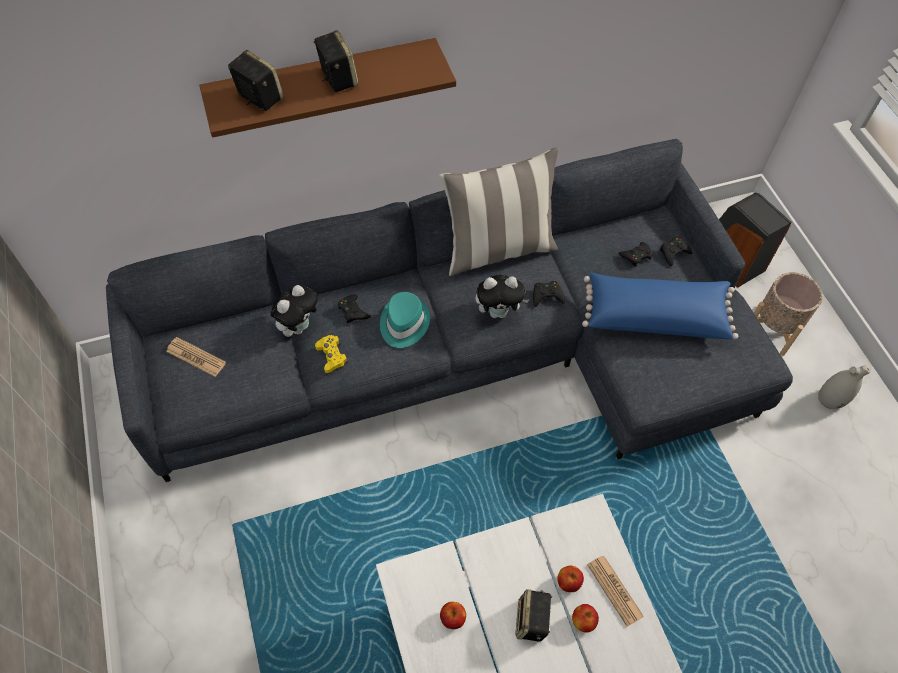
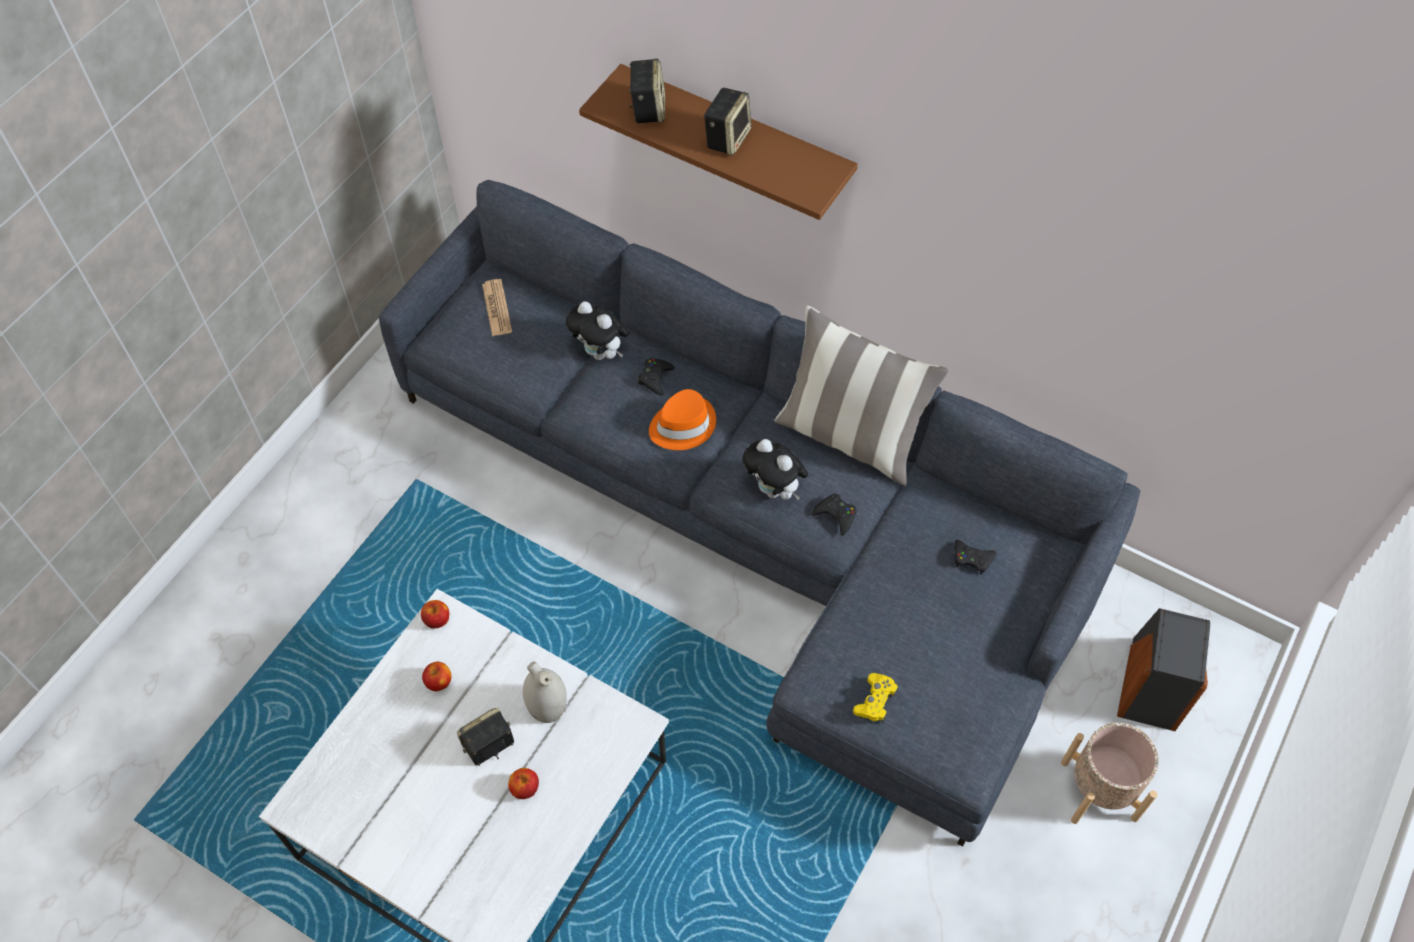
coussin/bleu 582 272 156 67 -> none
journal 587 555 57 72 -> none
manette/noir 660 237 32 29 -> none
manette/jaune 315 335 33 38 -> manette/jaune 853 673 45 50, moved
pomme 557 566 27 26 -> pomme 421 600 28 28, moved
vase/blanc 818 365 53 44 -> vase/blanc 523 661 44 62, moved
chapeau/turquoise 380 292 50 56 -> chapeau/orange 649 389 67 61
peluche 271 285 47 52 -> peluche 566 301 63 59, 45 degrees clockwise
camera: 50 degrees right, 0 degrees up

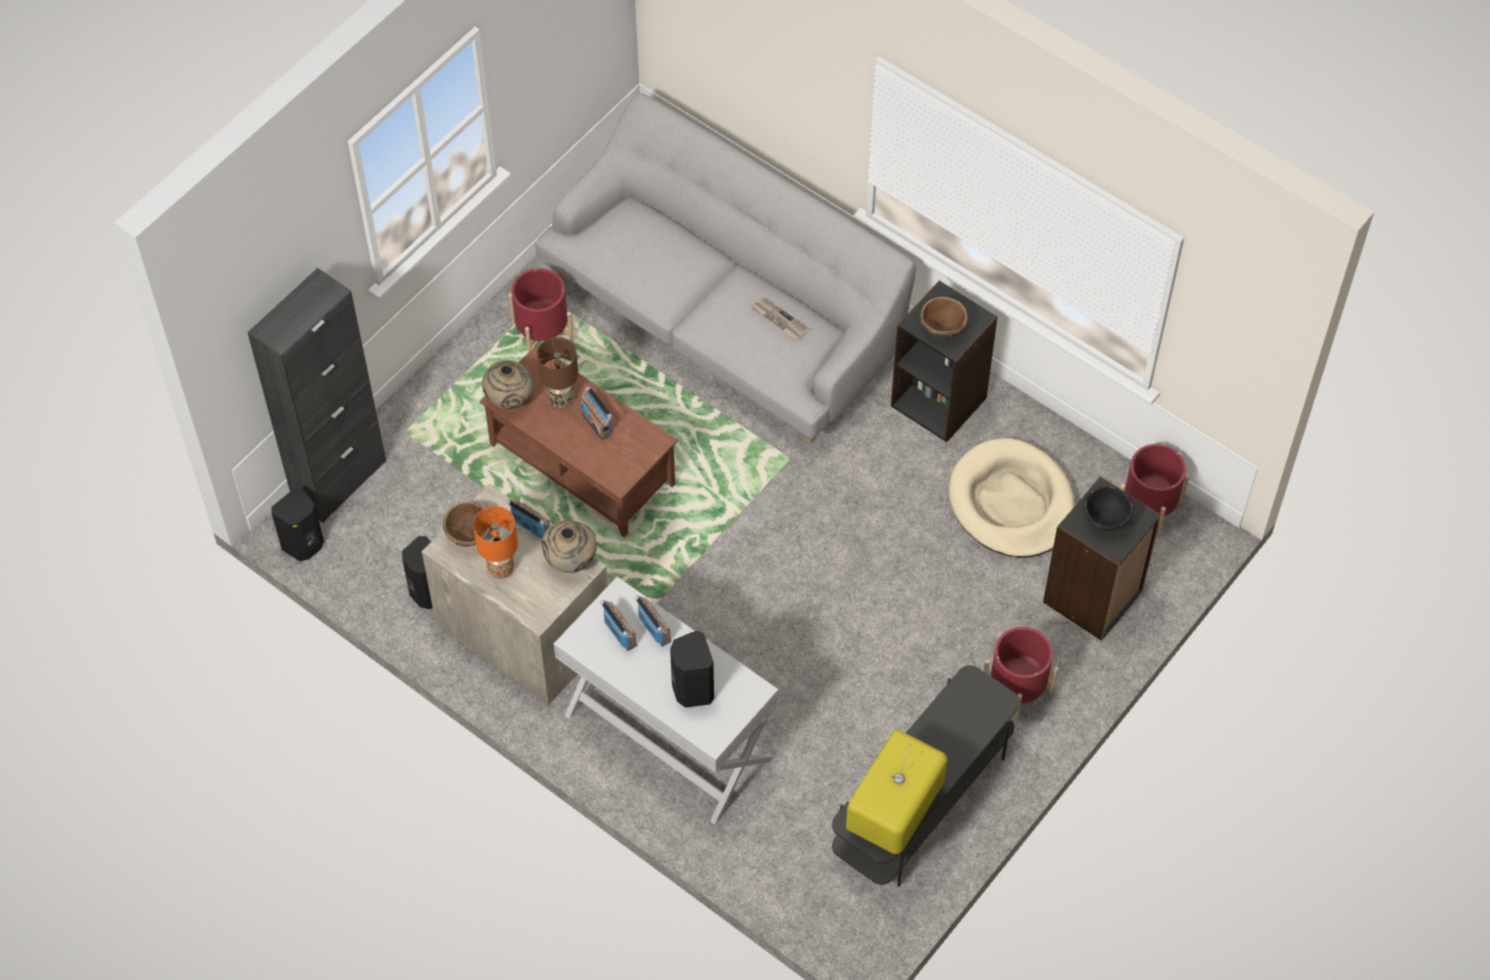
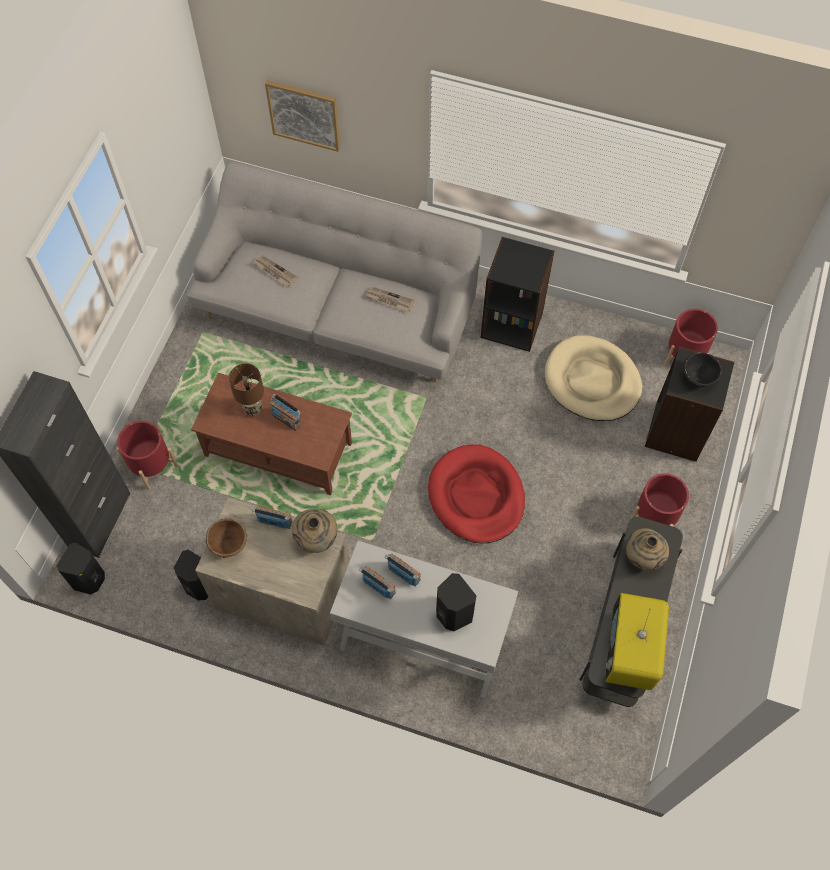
lampe de table/orange 473 506 45 73 -> none
bol/marron 920 297 48 42 -> none
none -> journal 252 256 46 31
none -> tableau 265 80 75 72
none -> panier pour chien/rouge 428 444 97 99
vase/beige 482 360 51 49 -> vase/beige 626 528 43 43, moved
cache-pot/rouge 508 268 66 85 -> cache-pot/rouge 116 421 62 69, moved
camera: 20 degrees left, 5 degrees up

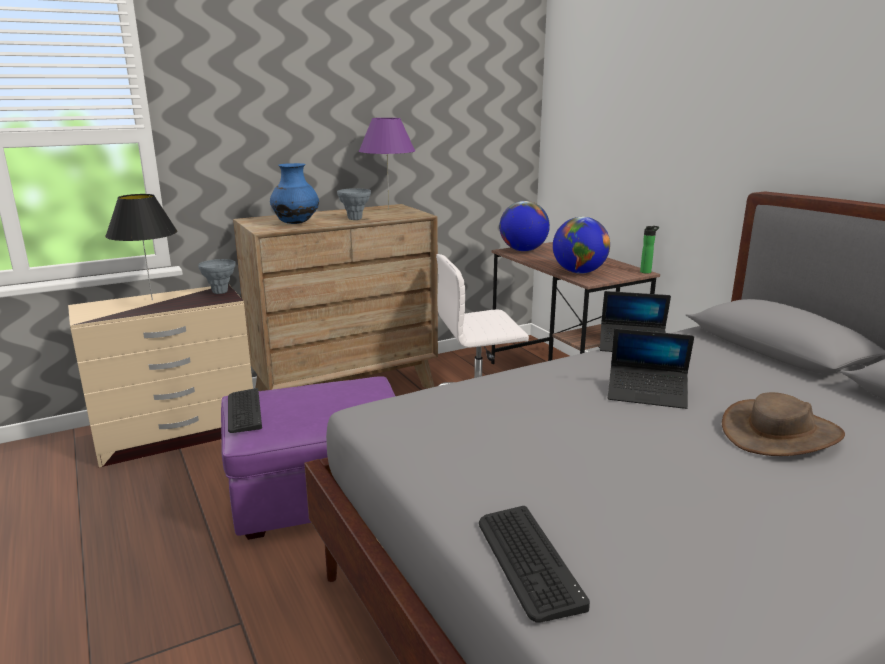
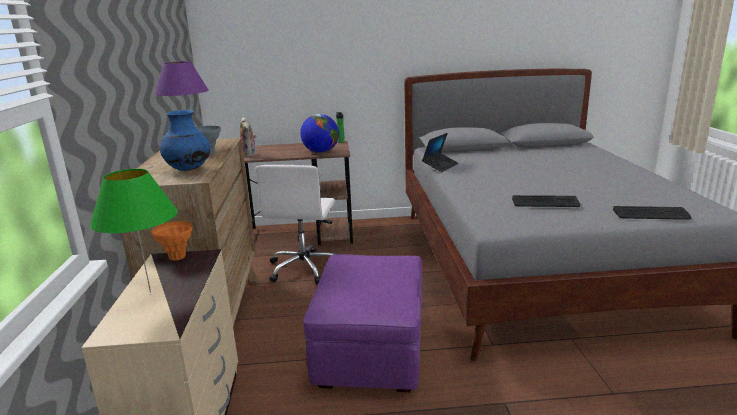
ordinateur portable 608 328 86 81 -> none
chapeau/marron 722 392 123 64 -> none
clavier 228 388 34 45 -> clavier 512 195 68 12, moved
globe 499 201 51 50 -> peluche 240 117 16 40
lampe de table/noir 105 194 73 106 -> lampe de table/vert 90 169 88 123
vase/gris 198 259 38 35 -> vase/orange 152 221 41 40
camera: 65 degrees left, 0 degrees up

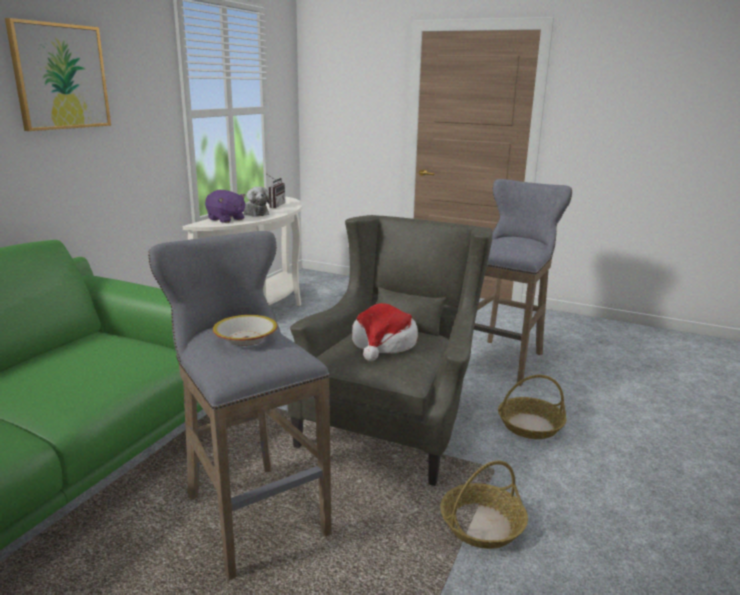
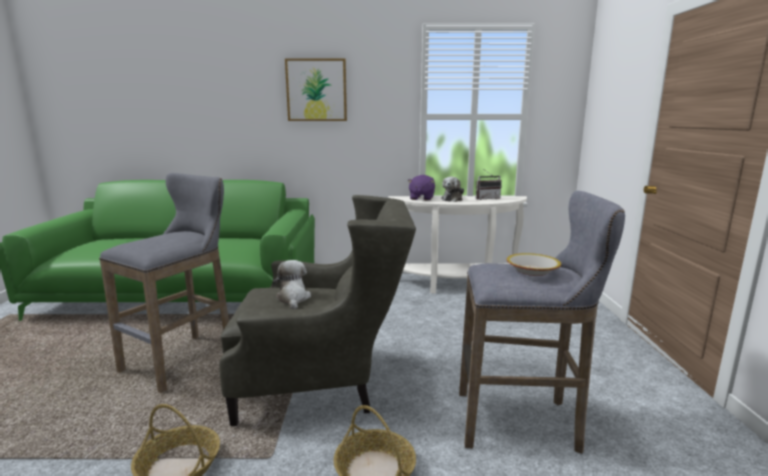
bol 213 315 64 31 -> bol 507 253 54 23, moved
chapeau 352 303 66 58 -> peluche 273 260 38 49
camera: 65 degrees right, 5 degrees down

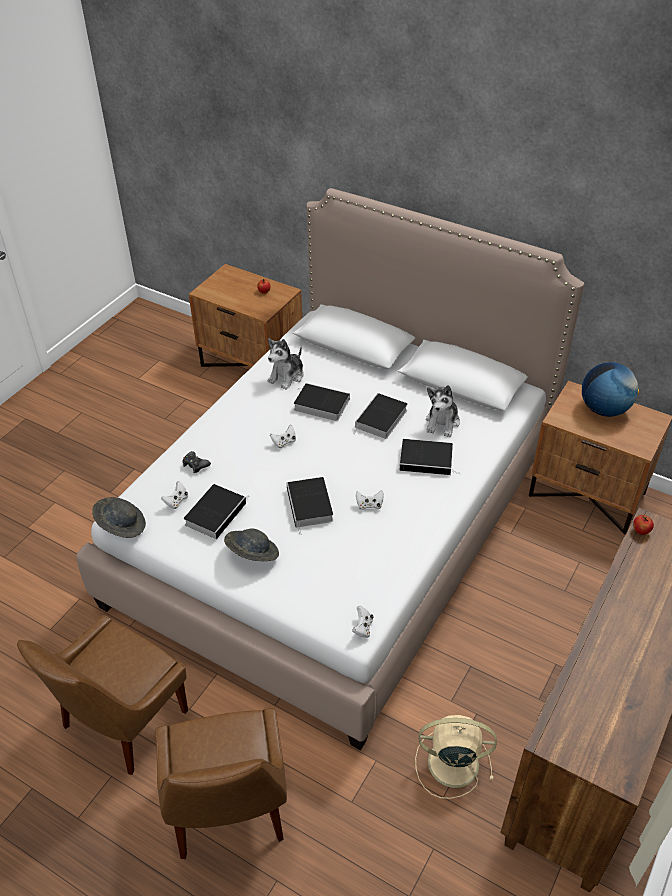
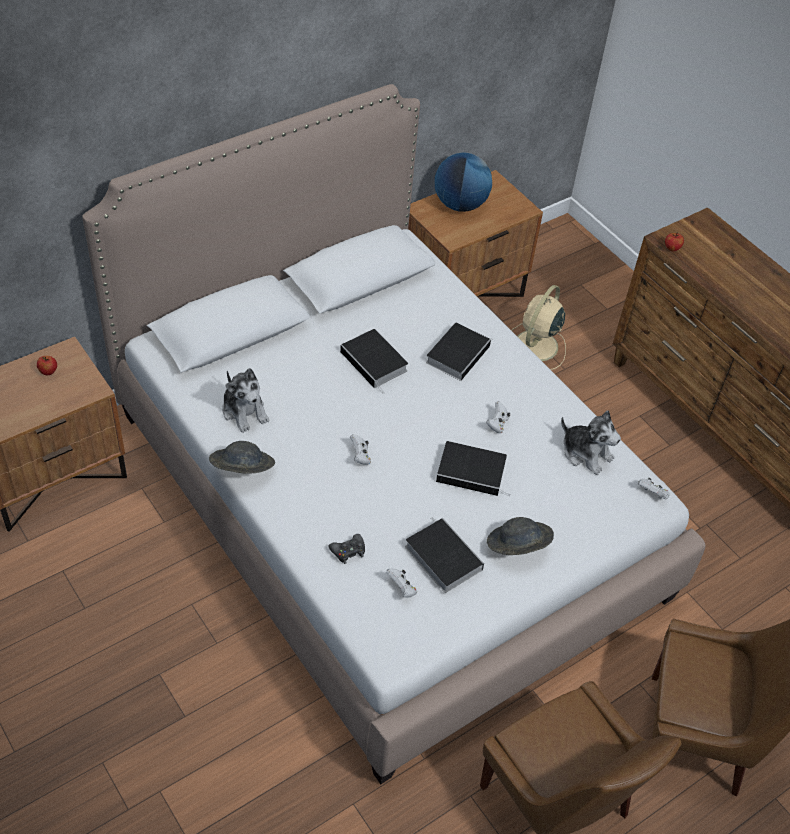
livre 294 383 56 38 -> none
chapeau/gris 92 497 54 41 -> chapeau/gris 209 441 66 33, moved
ventilateur/beige 415 715 82 84 -> ventilateur/beige 511 285 55 85, moved
peluche 426 385 34 52 -> peluche 561 411 60 64, moved
camera: 70 degrees left, 5 degrees up

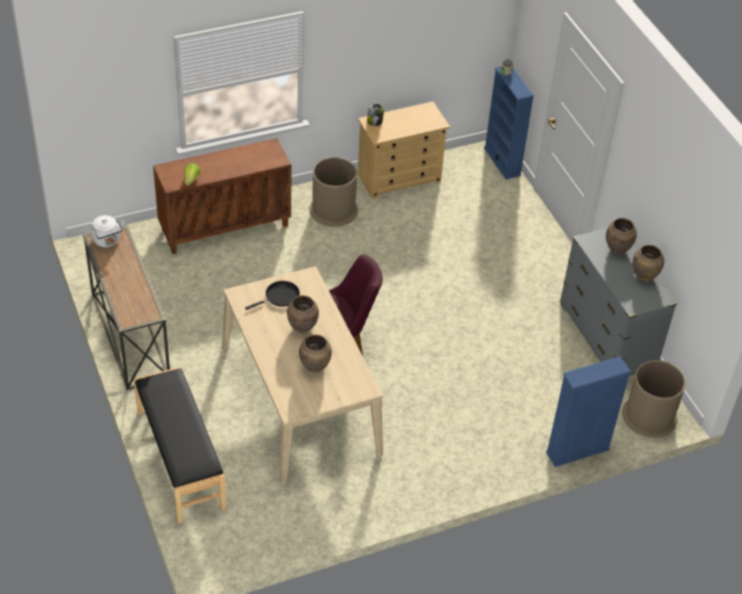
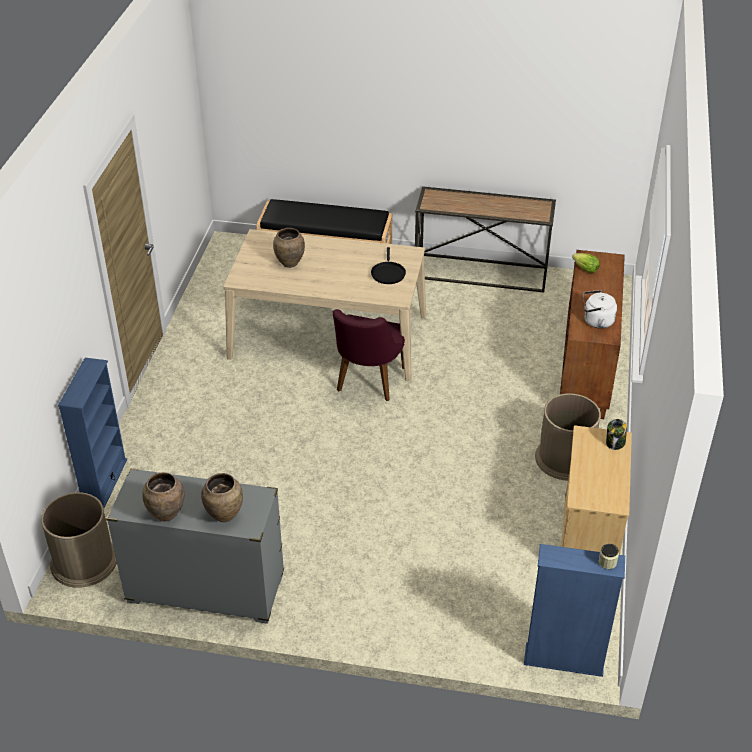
vase/marron 287 295 32 38 -> none
bouilloire/blanc 91 215 33 32 -> bouilloire/blanc 583 290 34 39, moved
camera: 125 degrees right, 5 degrees down

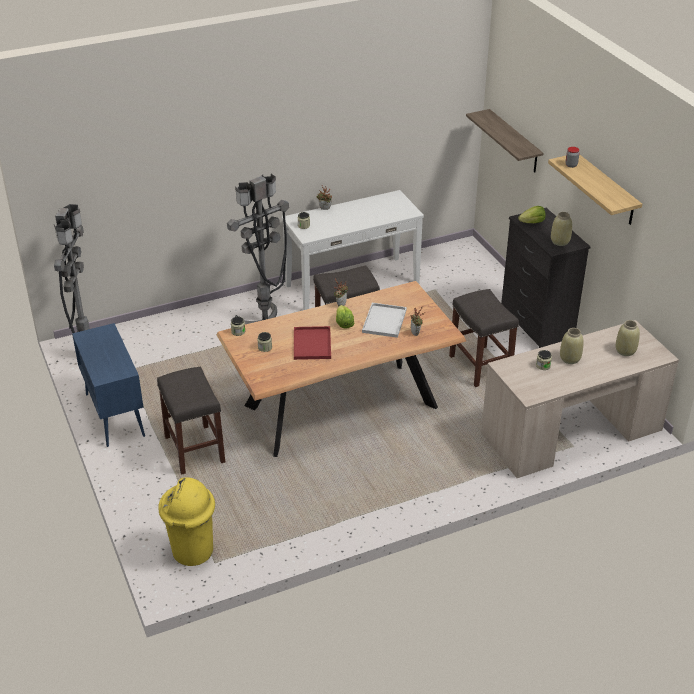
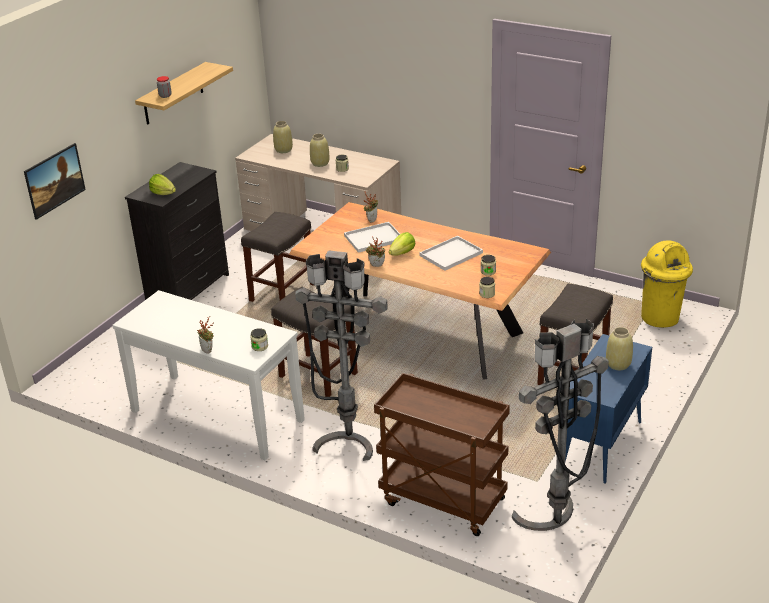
none -> chariot/marron 374 373 136 163
vase/beige 551 212 21 34 -> vase/beige 606 327 27 43, moved
étagère 466 109 77 63 -> tableau 24 143 62 77
plateau/rouge 294 326 37 34 -> plateau/blanc 419 236 64 35
camera: 125 degrees left, 5 degrees down

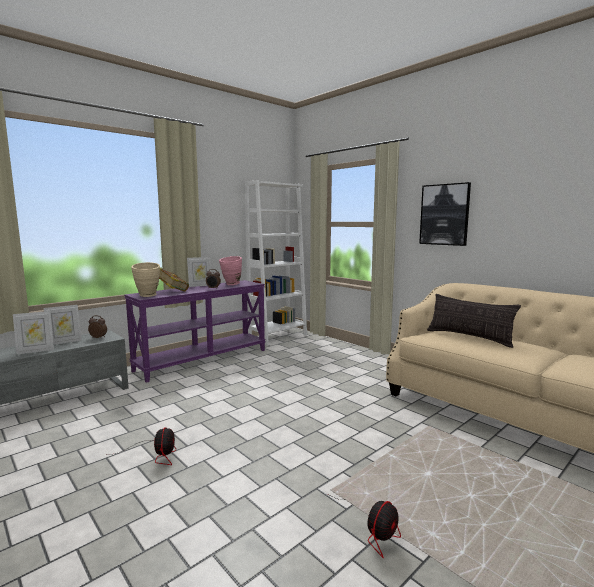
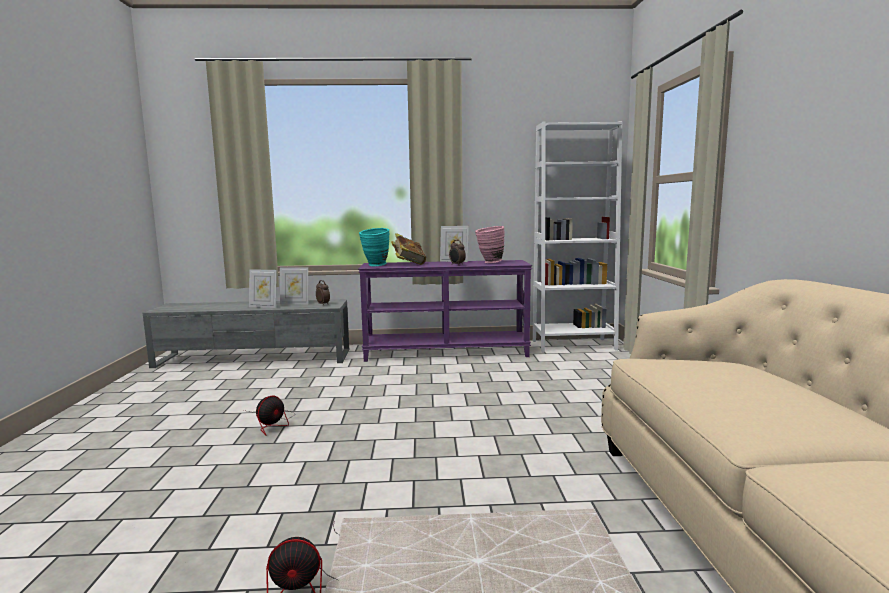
tableau 419 182 52 64 -> none
coussin 427 294 94 54 -> none
vase/beige 131 262 29 35 -> vase/turquoise 359 228 30 38
camera: 40 degrees right, 0 degrees up

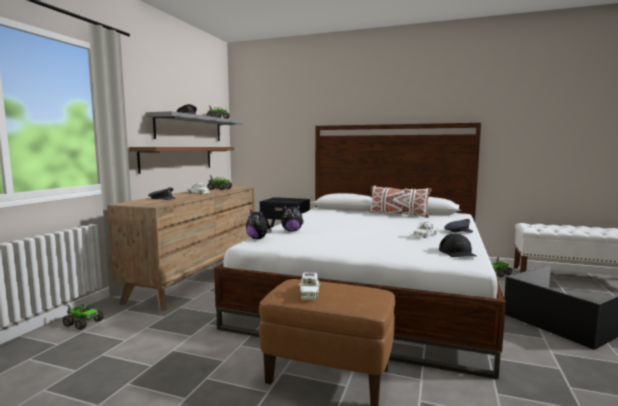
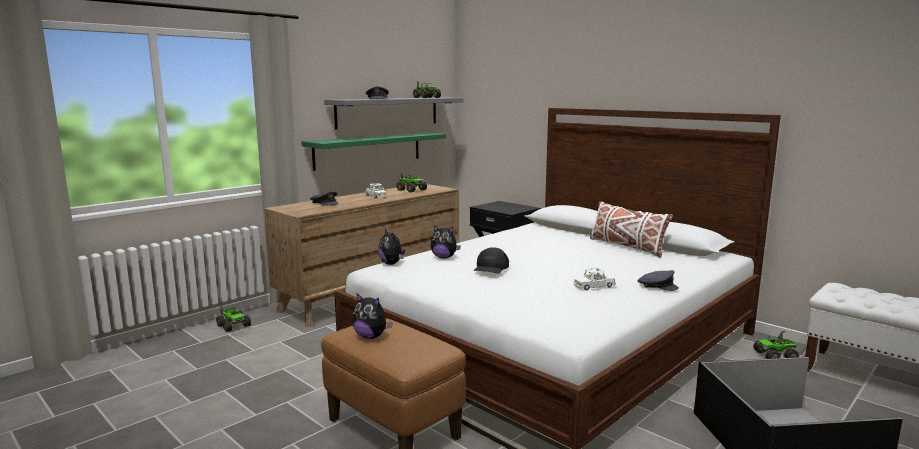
casquette/noir 439 234 39 23 -> casquette/noir 474 247 35 26, moved
petite voiture/blanc 298 273 23 26 -> peluche 352 294 41 45
étagère/marron 129 147 105 27 -> étagère/vert 302 132 144 39
camera: 25 degrees right, 5 degrees up

